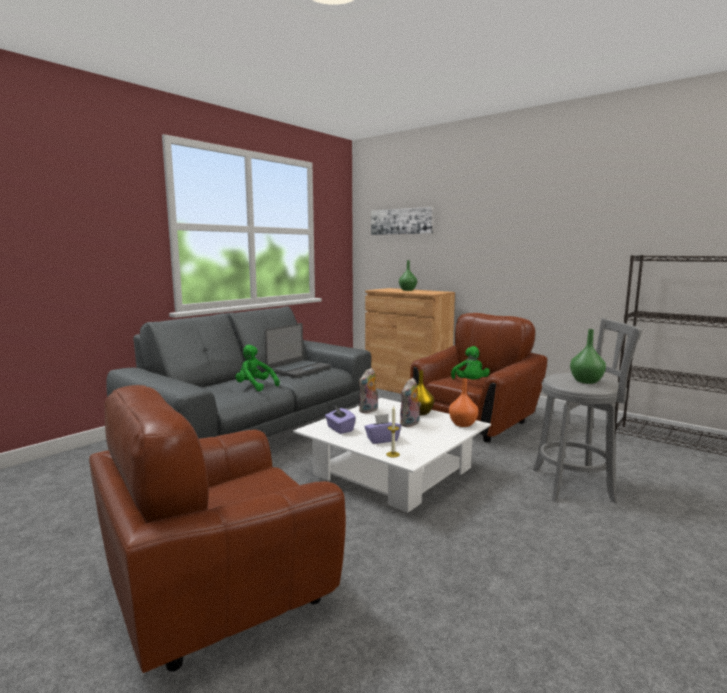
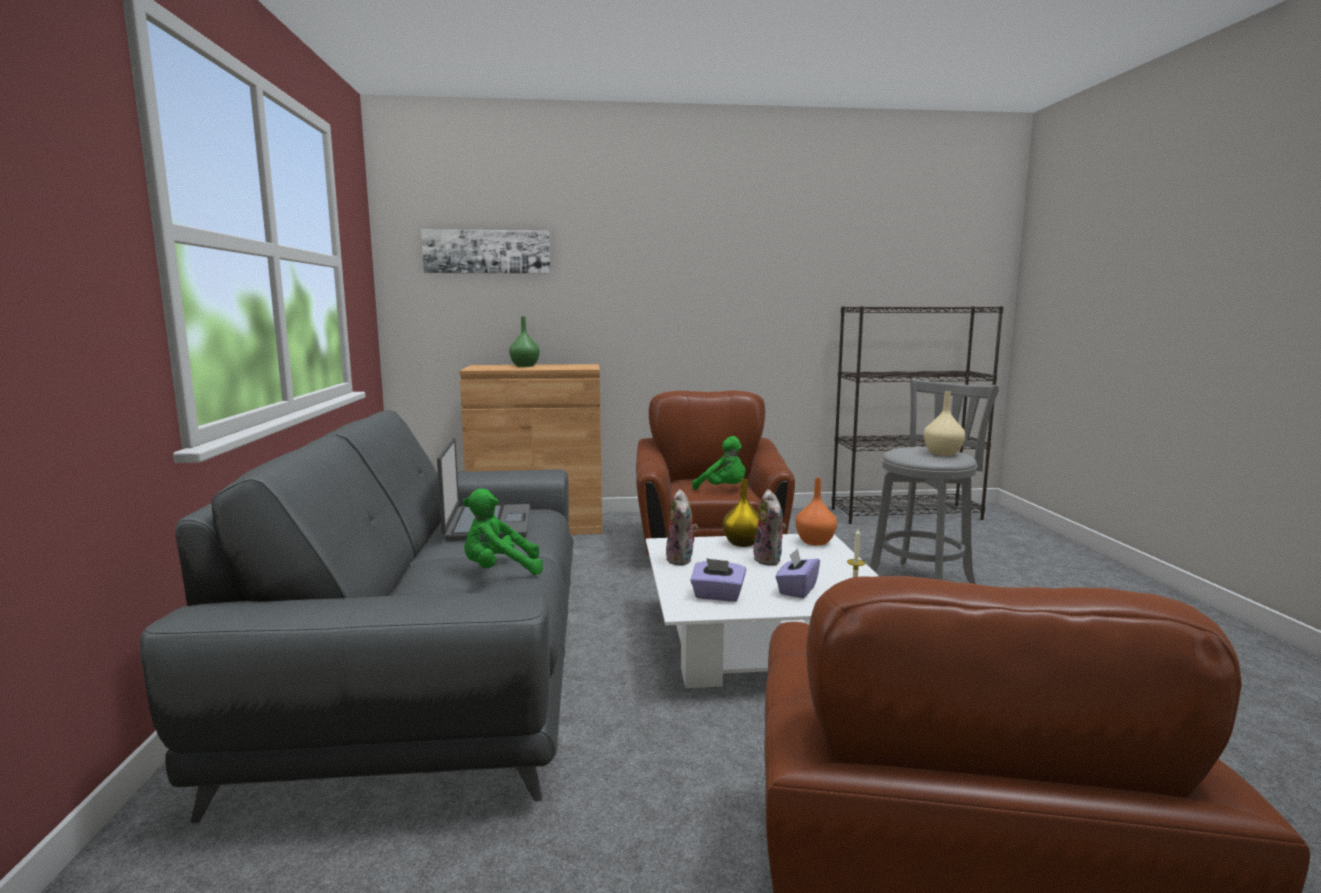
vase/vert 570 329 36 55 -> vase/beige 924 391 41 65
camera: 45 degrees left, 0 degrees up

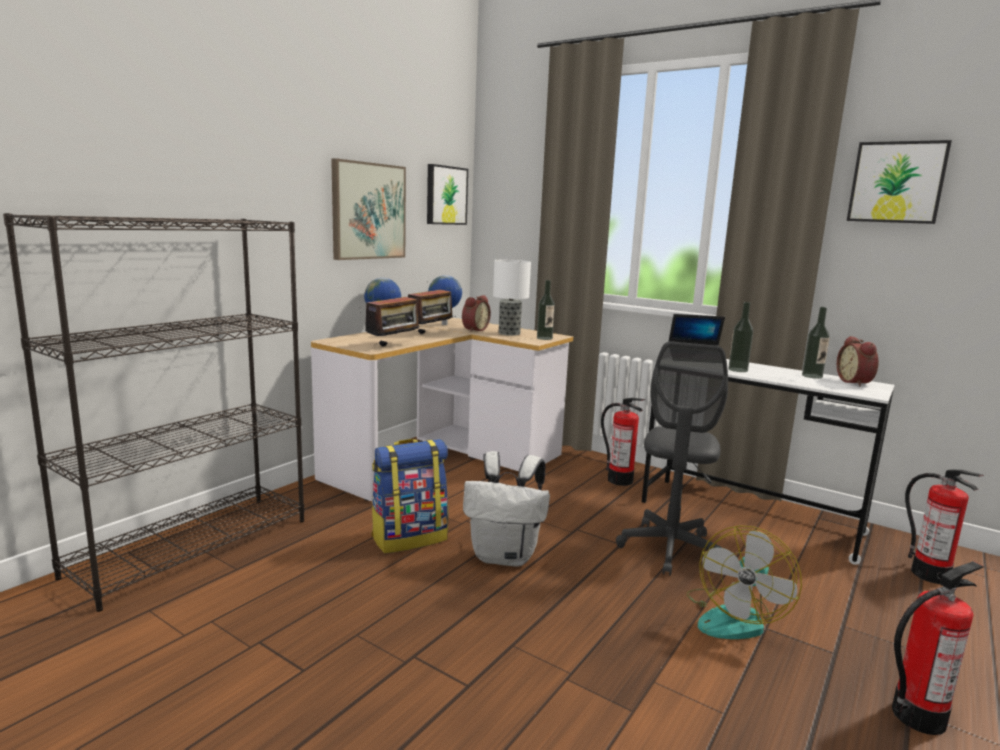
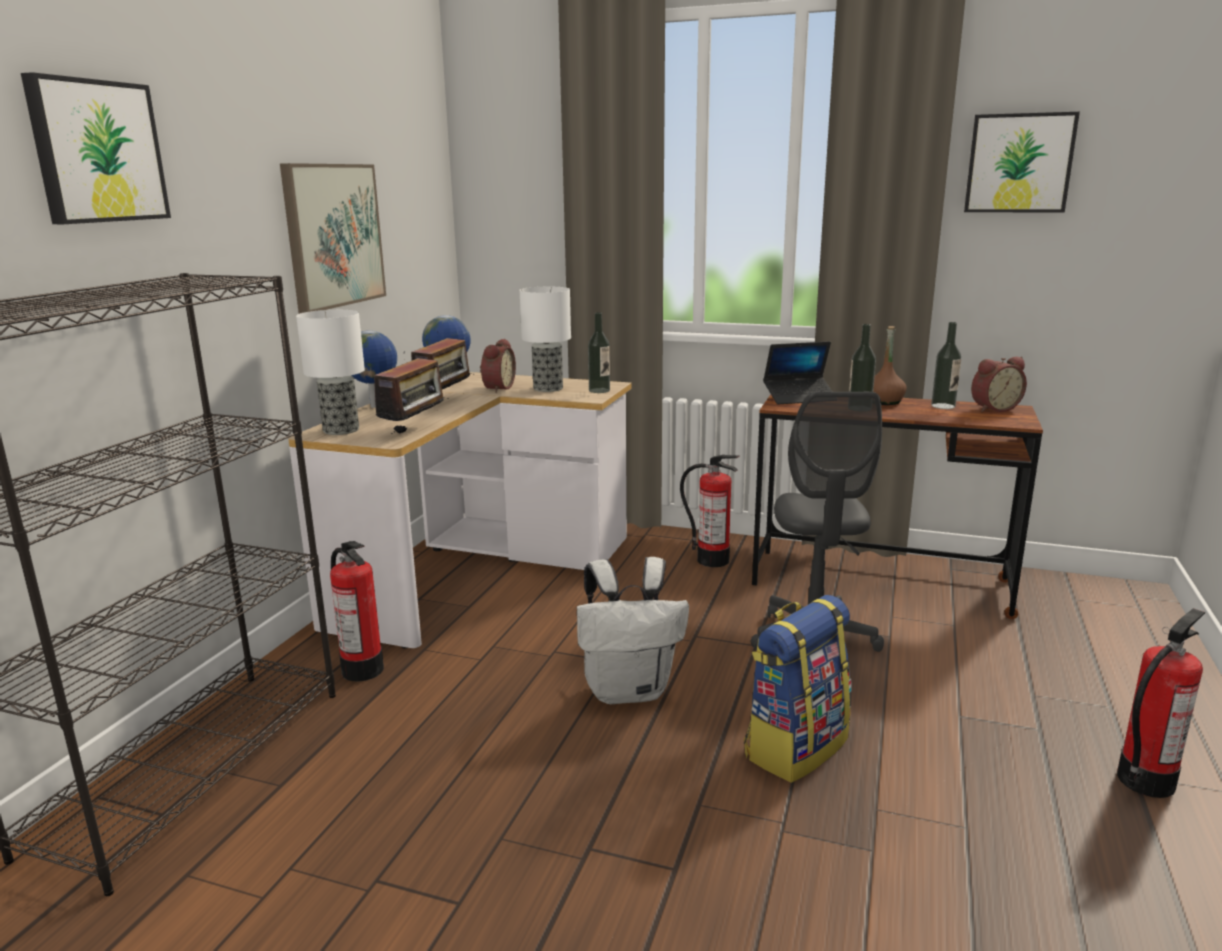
ventilateur 687 525 115 114 -> none
none -> lampe de table 296 310 69 125
none -> bouteille/marron 873 326 34 79
sac à dos 371 439 78 114 -> sac à dos 744 595 107 188, moved
tableau 427 164 41 61 -> tableau 21 72 150 152, moved
extincteur 905 469 79 115 -> extincteur 330 541 54 141, moved
bureau/blanc 642 359 253 206 -> bureau/marron 752 395 291 224
réveil 837 336 42 51 -> réveil 971 357 56 55, 90 degrees counterclockwise
camera: 15 degrees left, 5 degrees up

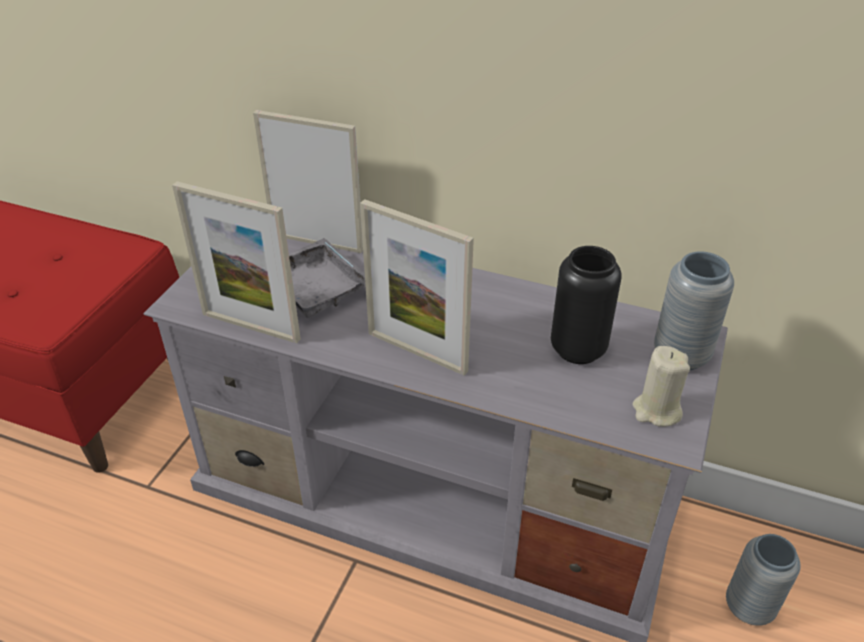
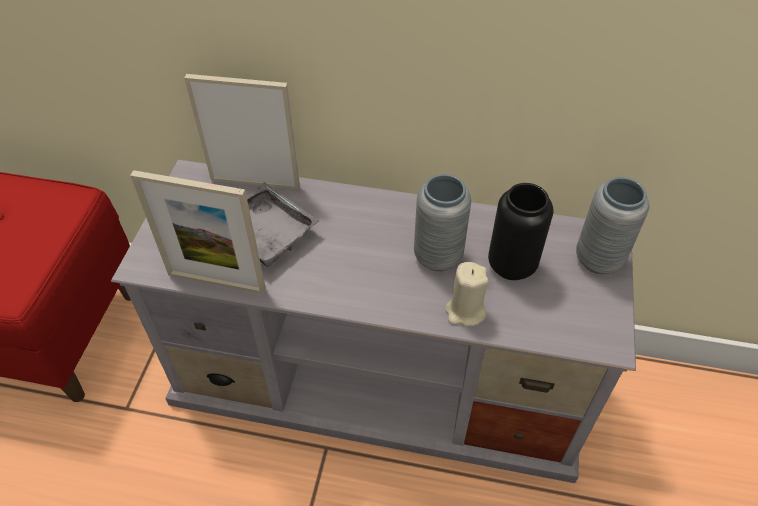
cadre photo 360 199 114 177 -> none
bougie/beige 632 346 58 81 -> bougie/beige 445 262 44 65, moved
vase/gris 726 534 74 92 -> vase/gris 414 174 57 97, moved
camera: 10 degrees left, 10 degrees up

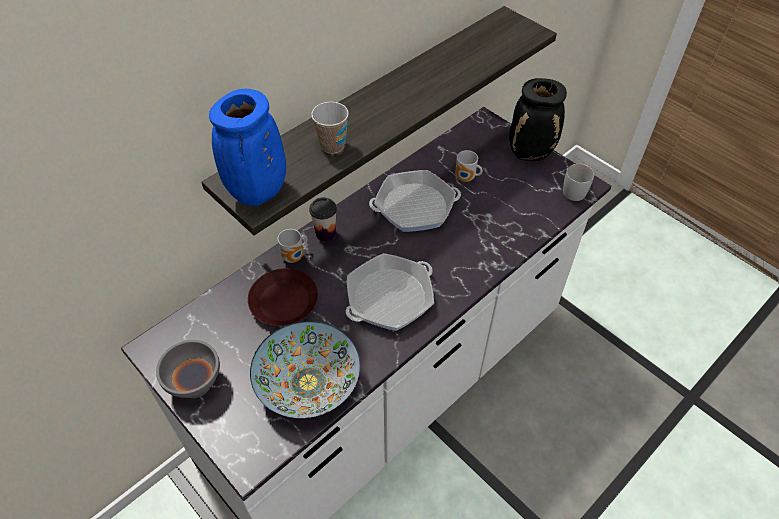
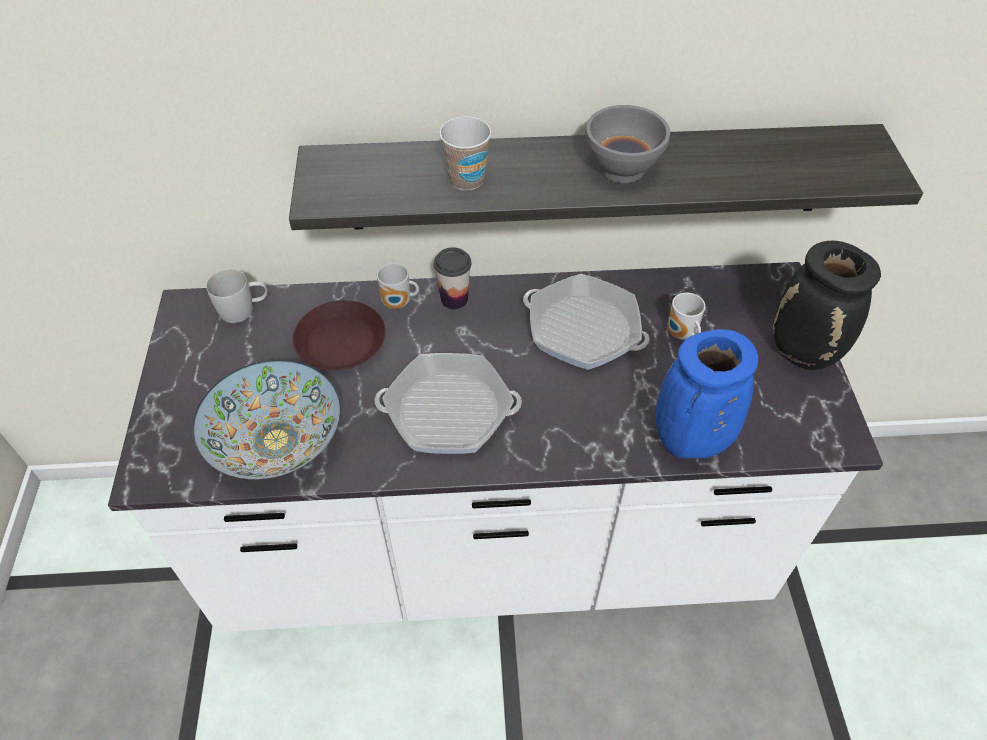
bol/gris 156 340 64 58 -> bol/gris 585 105 85 78, moved
vase/bleu 209 89 77 117 -> vase/bleu 656 329 102 130, moved
mug/blanc 563 164 31 37 -> mug/blanc 206 269 61 54, moved
camera: 40 degrees right, 0 degrees up

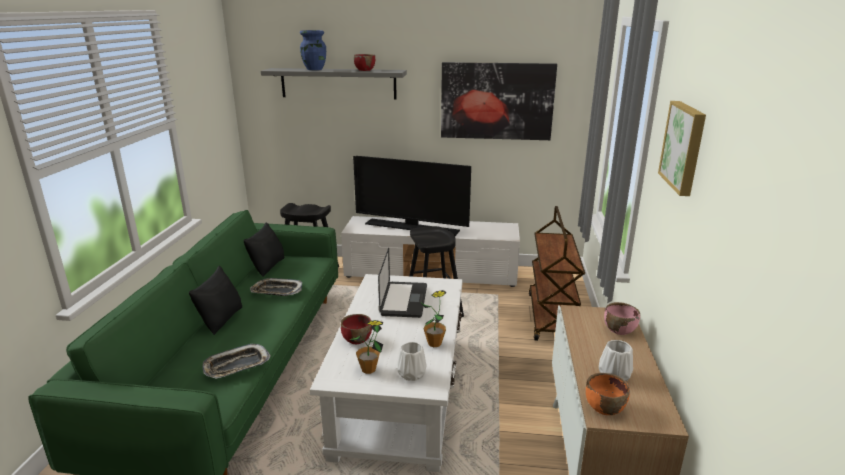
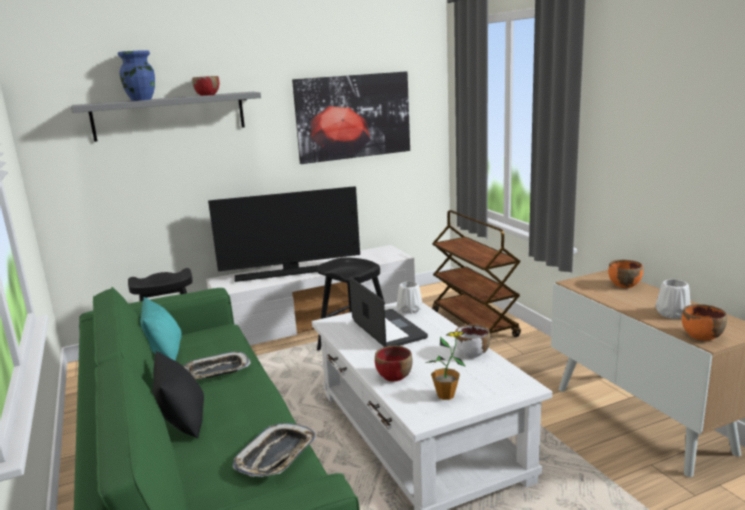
tableau 658 101 48 95 -> none
vase/blanc 397 342 30 39 -> vase/blanc 397 281 25 33, moved
plante en pot 420 290 27 57 -> bol/blanc 455 324 35 34
coussin/noir 244 222 41 55 -> coussin/turquoise 140 297 42 64
bol/rose 604 302 36 33 -> bol/orange 608 260 35 28
camera: 30 degrees left, 5 degrees down

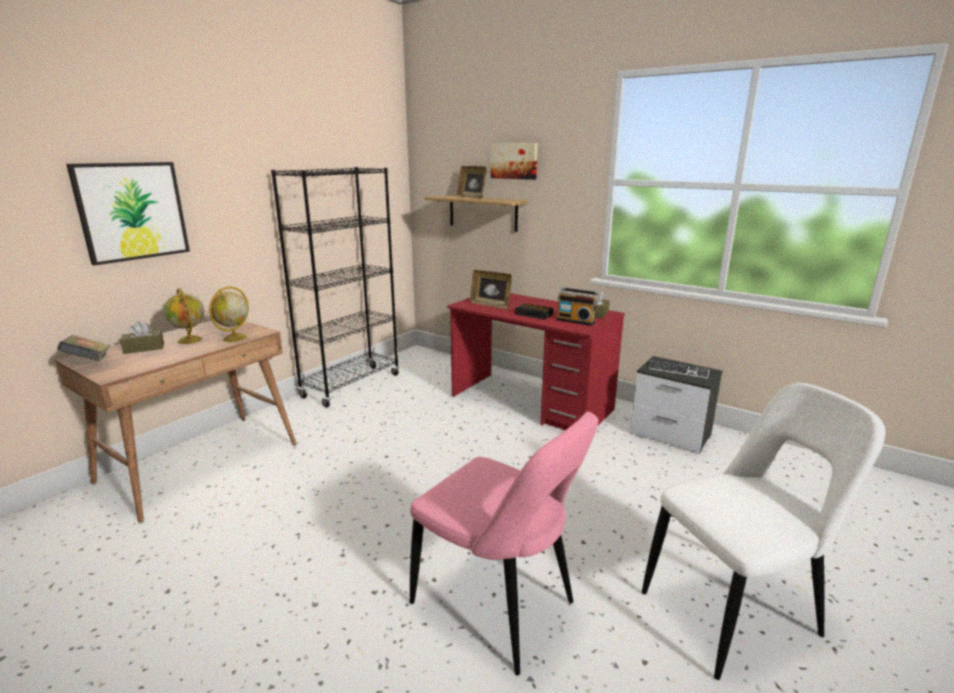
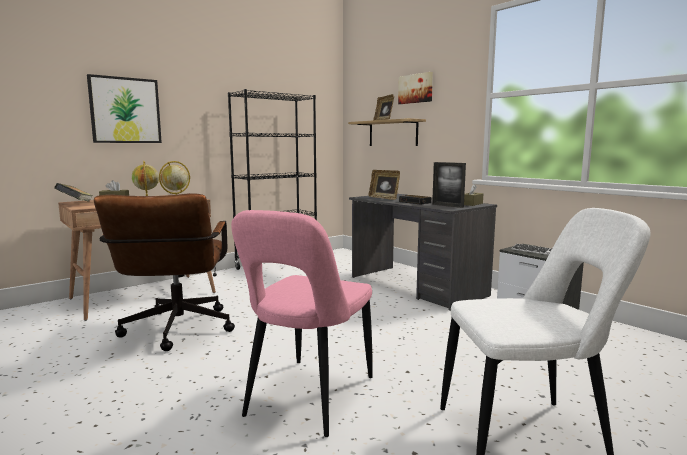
none -> chaise de bureau/marron 94 193 141 158
radio 556 287 44 39 -> cadre photo 432 162 34 46
bureau/rouge 447 293 178 137 -> bureau/gris 349 194 148 117
chaise/rose 410 412 188 264 -> chaise/rose 231 210 142 227, 60 degrees clockwise
camera: 15 degrees right, 10 degrees down

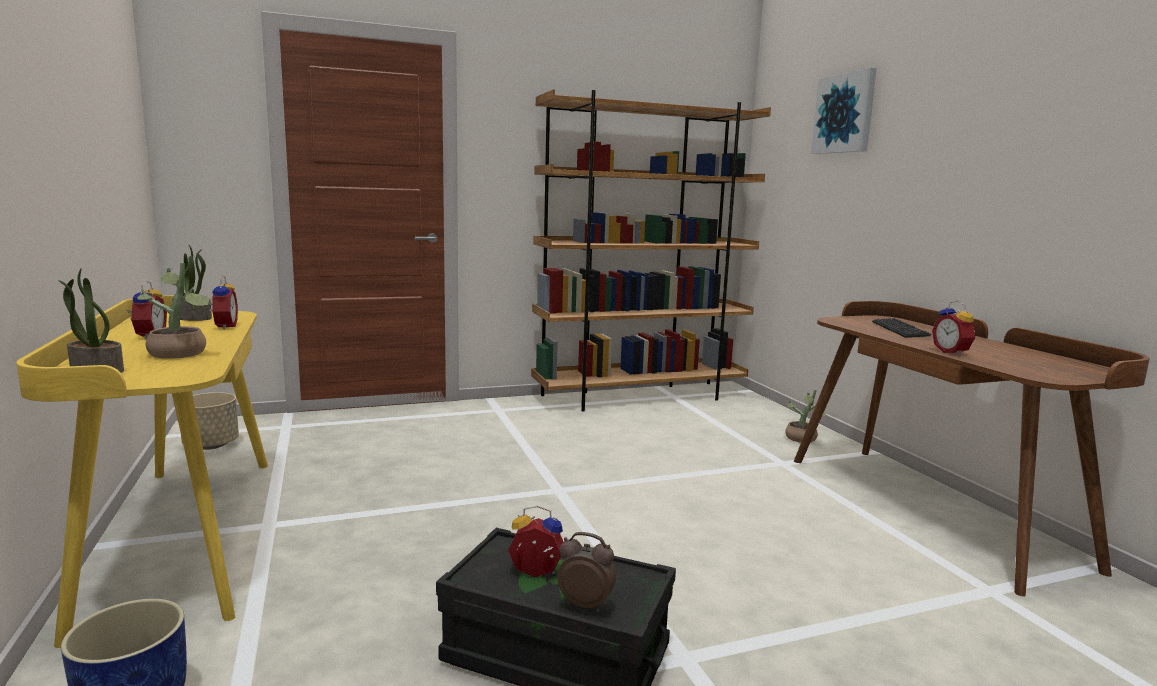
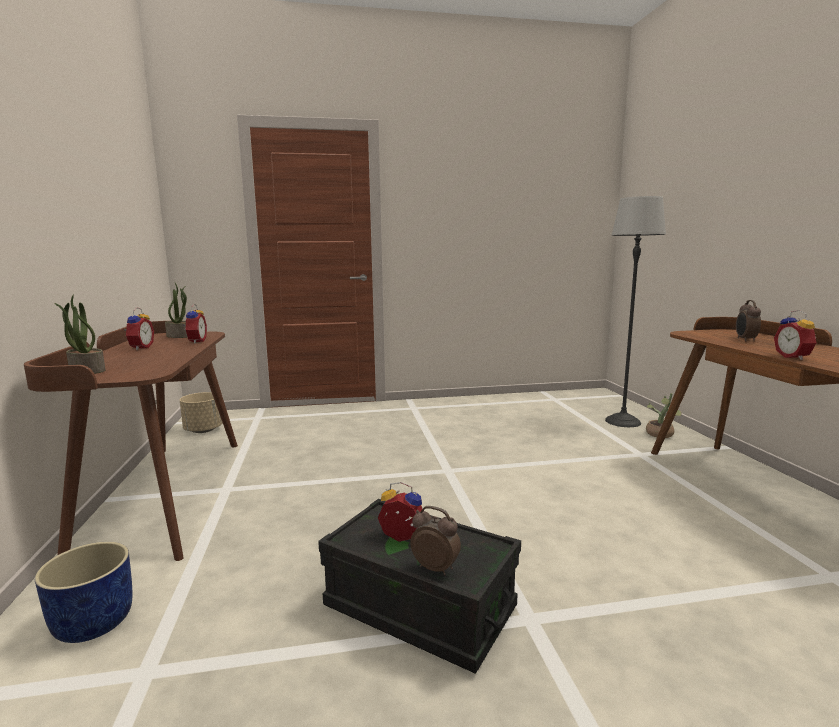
plante en pot 137 262 73 97 -> none
bibliothèque/marron 531 89 240 323 -> none
tableau 811 68 66 86 -> none
none -> lampadaire 605 196 61 231
clavier 872 318 59 20 -> réveil 736 300 25 41
bureau/jaune 16 295 252 353 -> bureau/marron 24 321 214 240
camera: 10 degrees right, 0 degrees up

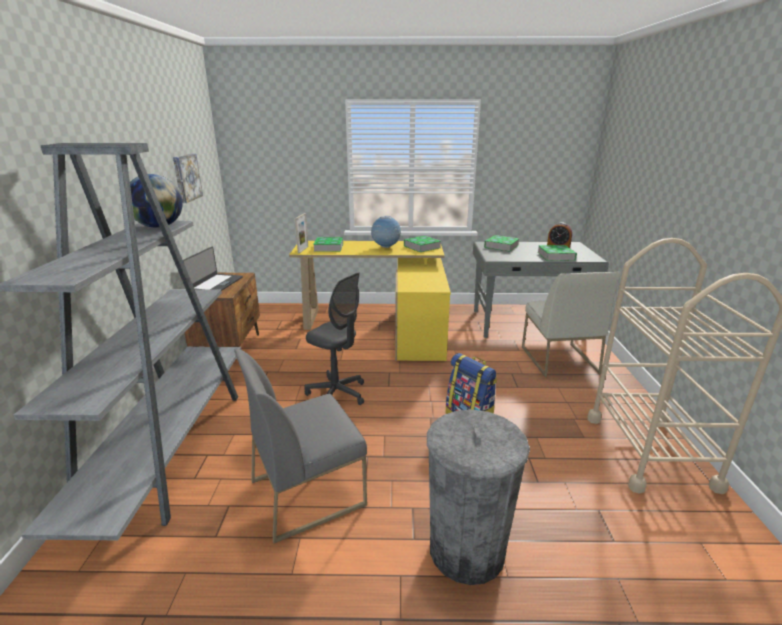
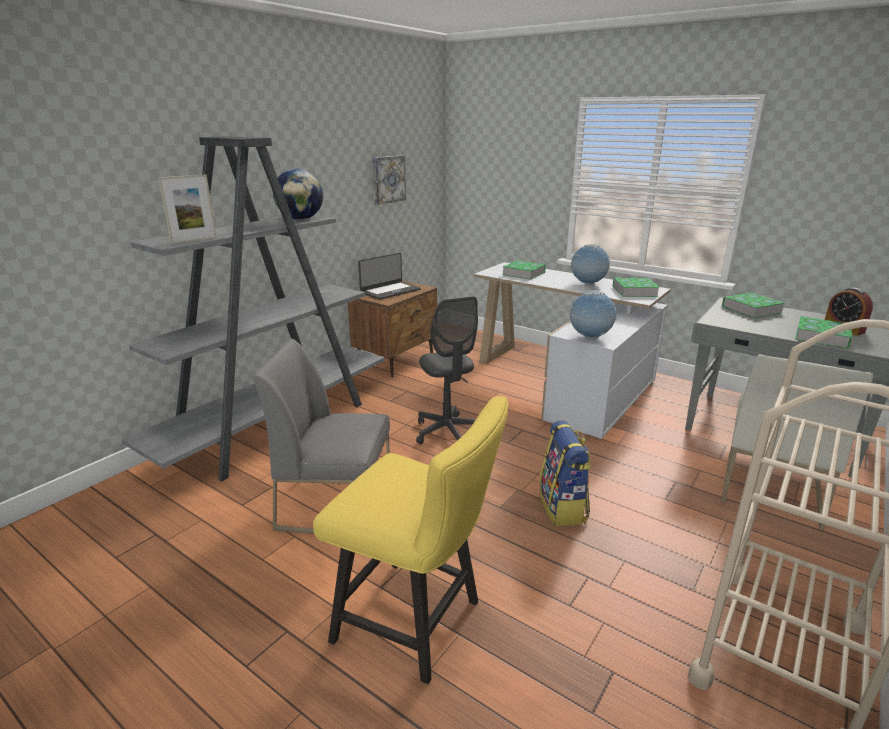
none -> globe 569 290 48 50
cadre photo 295 213 13 41 -> cadre photo 158 174 59 70, moved
poubelle/gris 427 410 103 175 -> chaise/jaune 313 396 196 288
bureau/jaune 289 241 162 120 -> bureau/blanc 474 262 197 177
camera: 35 degrees right, 0 degrees up

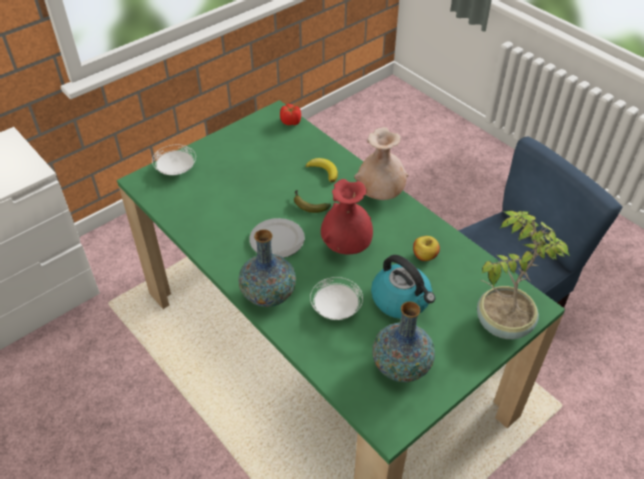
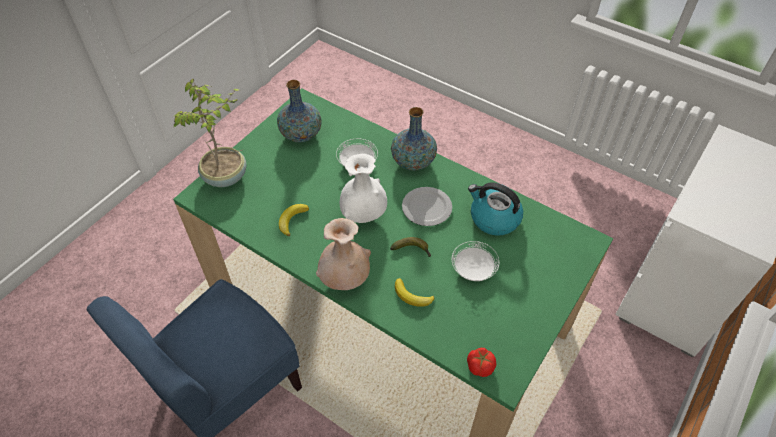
assiette/blanc 152 145 44 30 -> assiette/blanc 452 241 47 40, moved
bouilloire 371 255 64 64 -> bouilloire 468 182 55 54, moved
pomme 413 236 27 25 -> banane 279 204 30 32
vase/rouge 321 179 52 76 -> vase/blanc 340 154 47 69
camera: 165 degrees right, 5 degrees up

